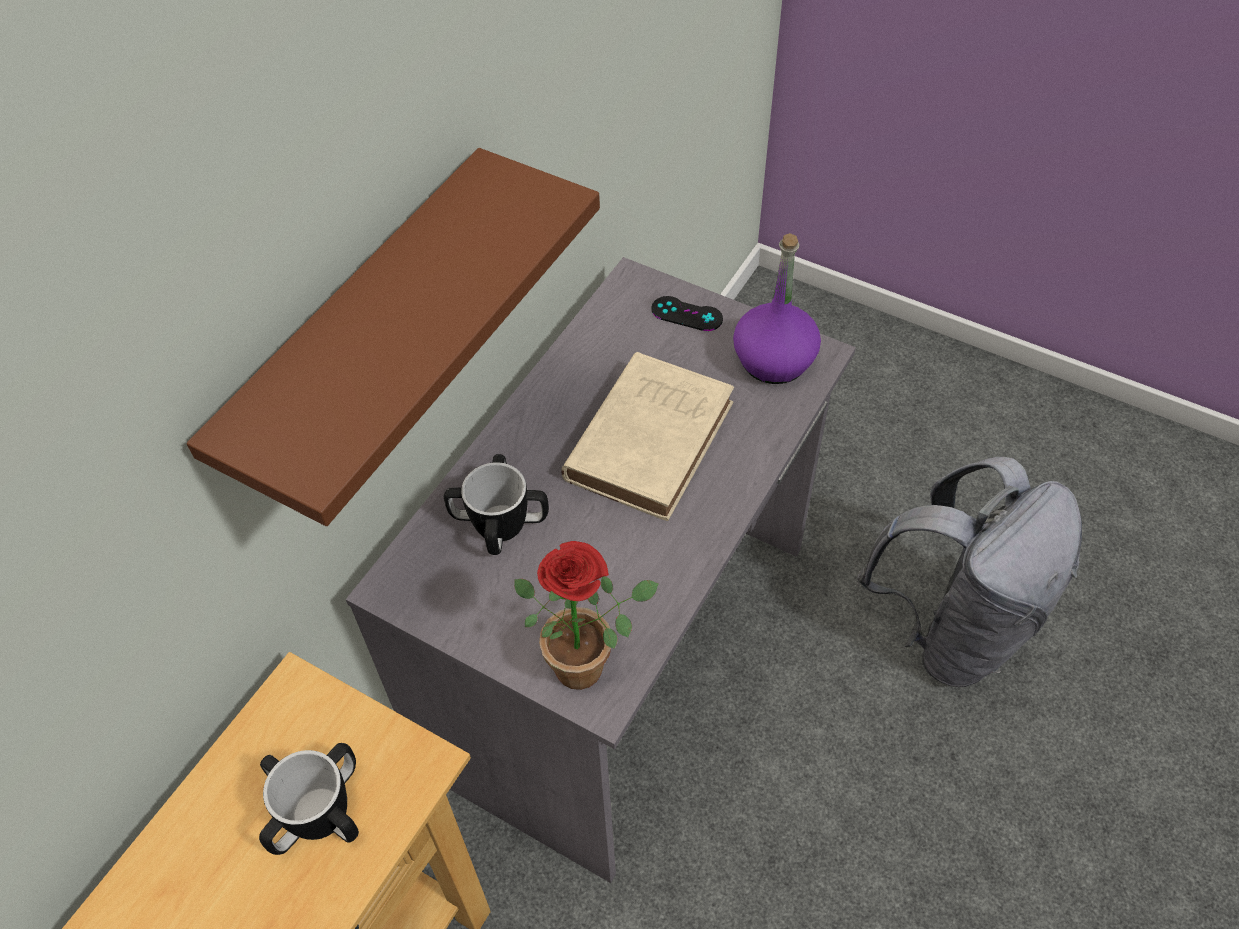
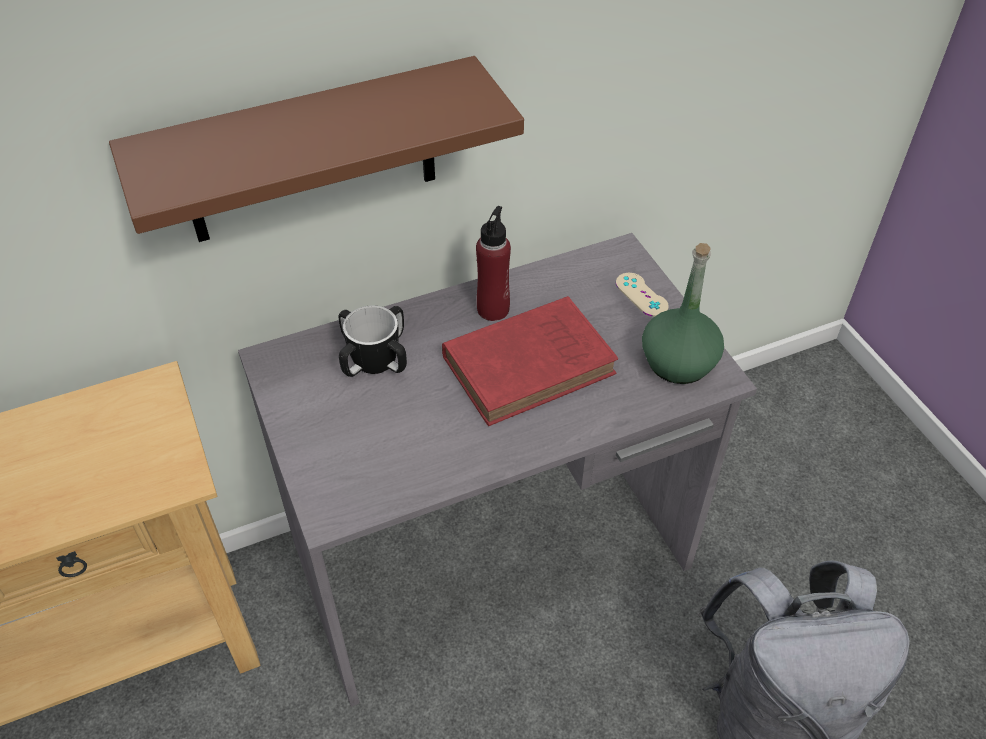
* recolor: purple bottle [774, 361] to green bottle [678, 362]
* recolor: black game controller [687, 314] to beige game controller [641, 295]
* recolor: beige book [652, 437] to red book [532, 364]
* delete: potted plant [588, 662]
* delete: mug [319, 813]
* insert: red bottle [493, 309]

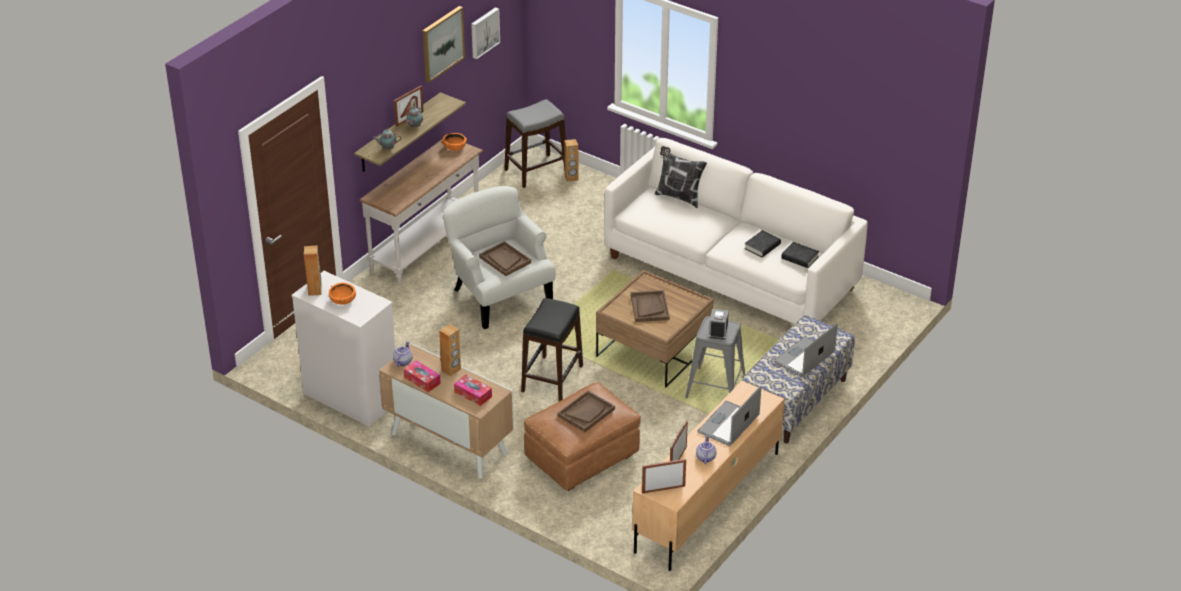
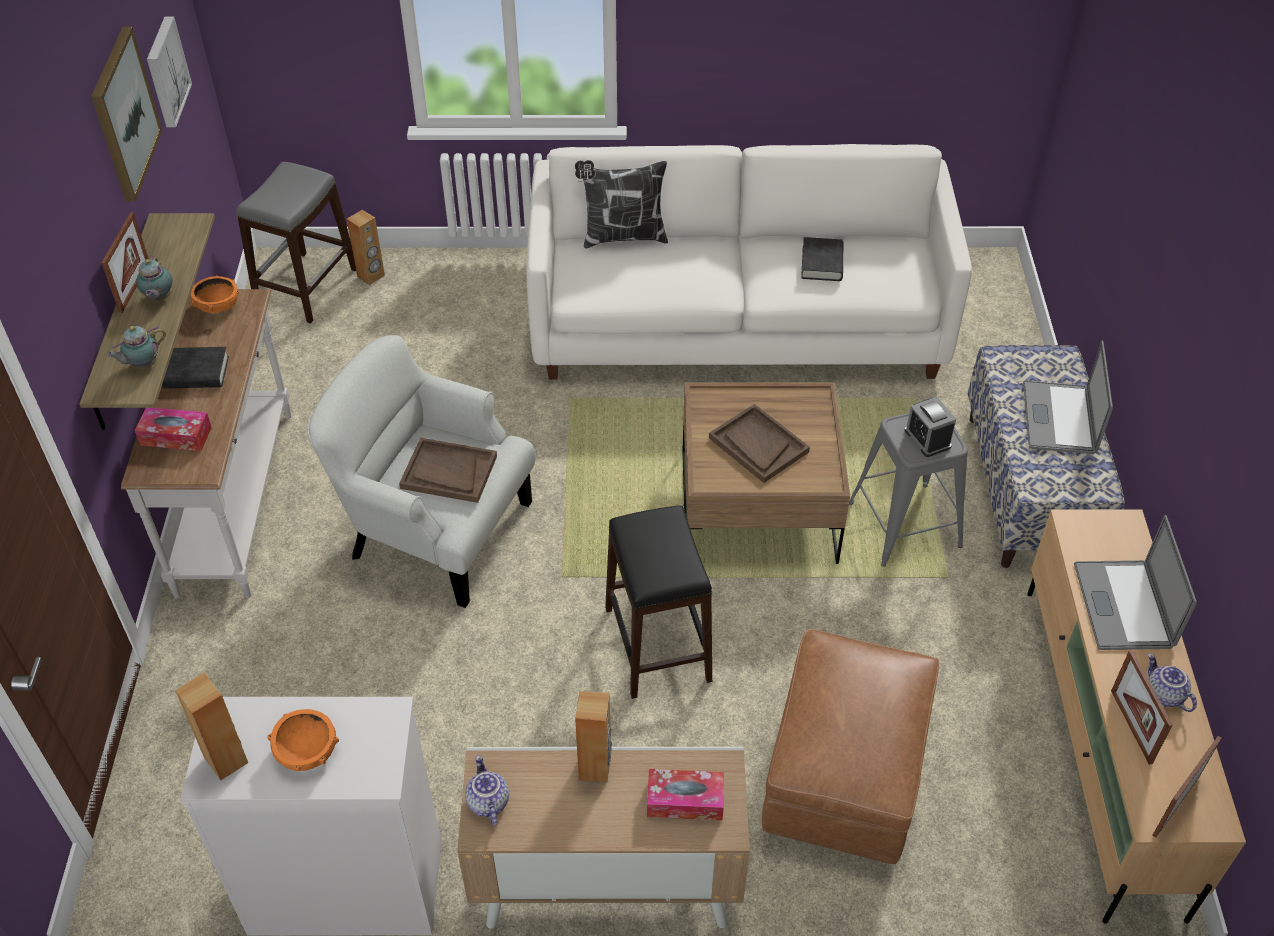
* move: black book [799, 258] to [196, 373]
* move: tissue box [422, 380] to [176, 436]
* delete: brown tray [586, 412]

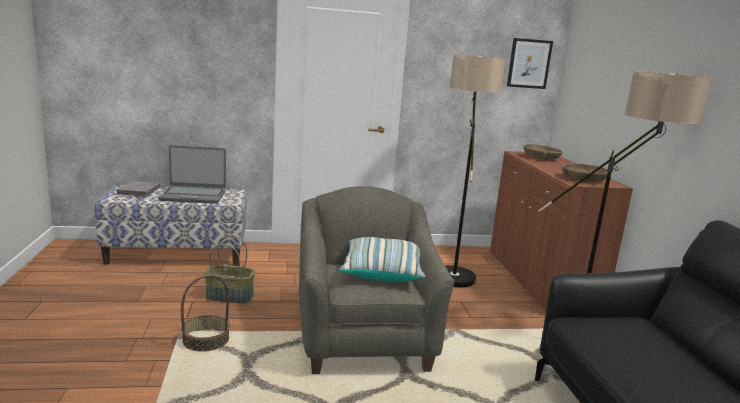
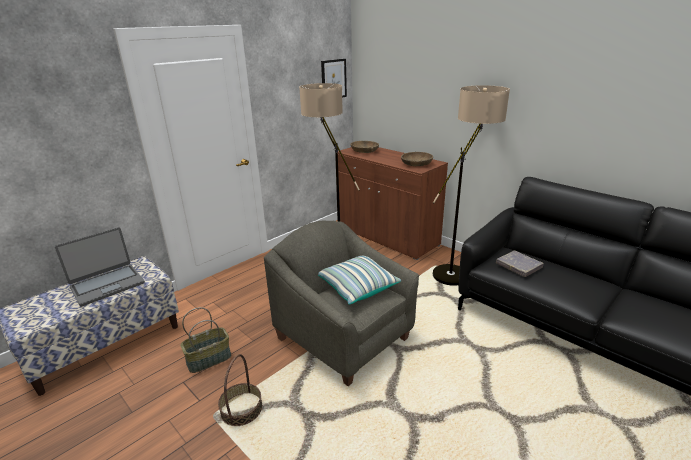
* move: grey book [139, 191] to [518, 266]

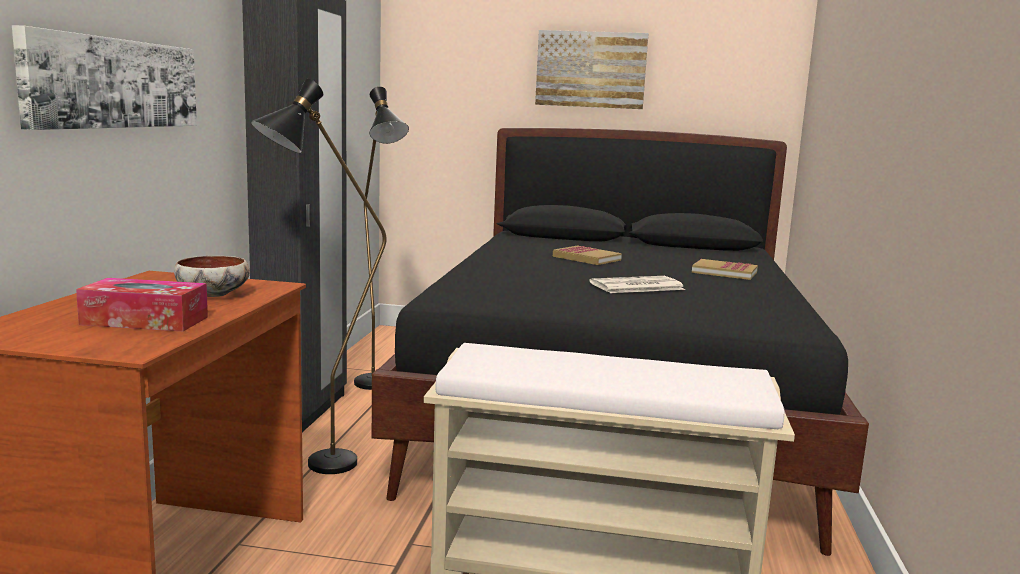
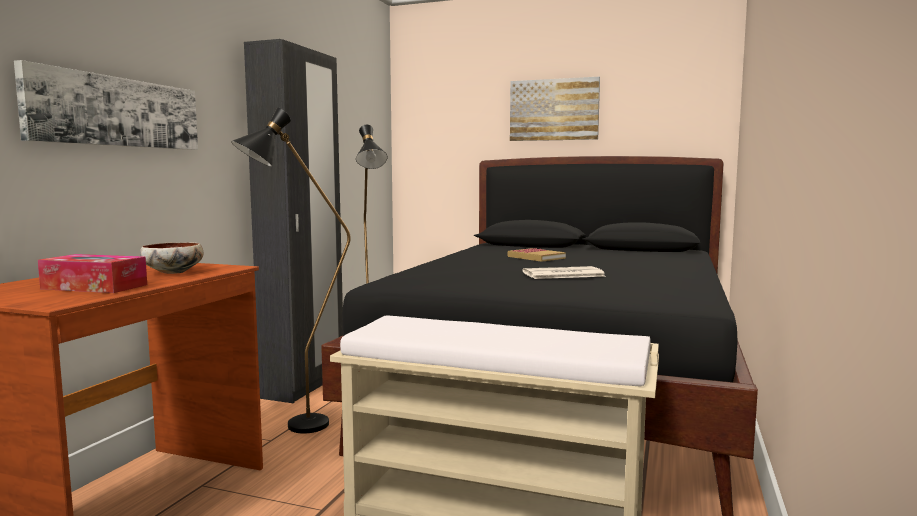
* delete: book [724, 272]

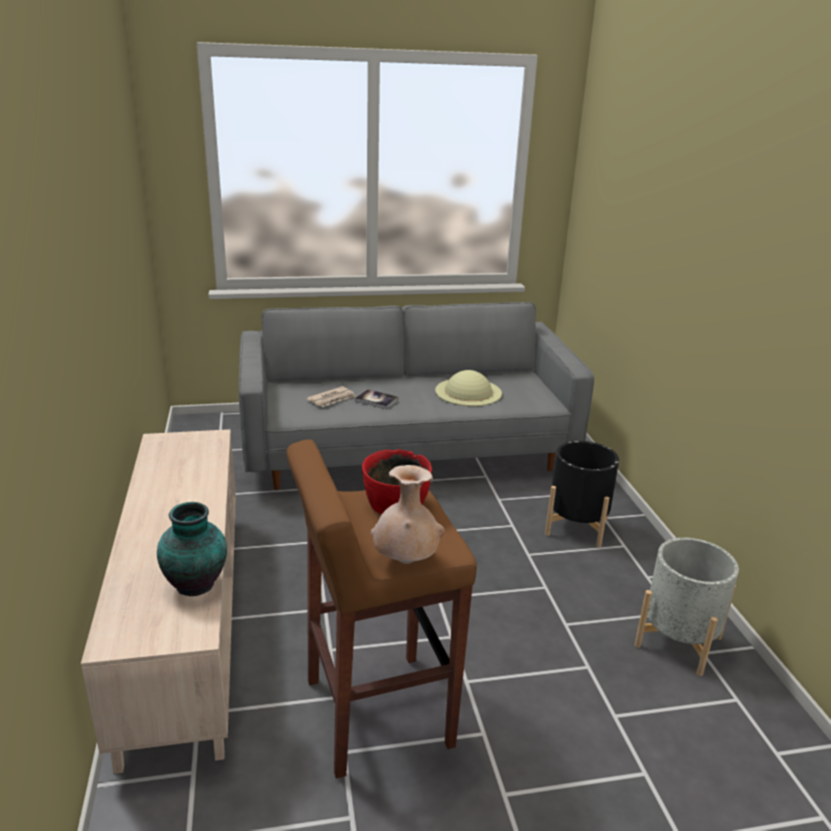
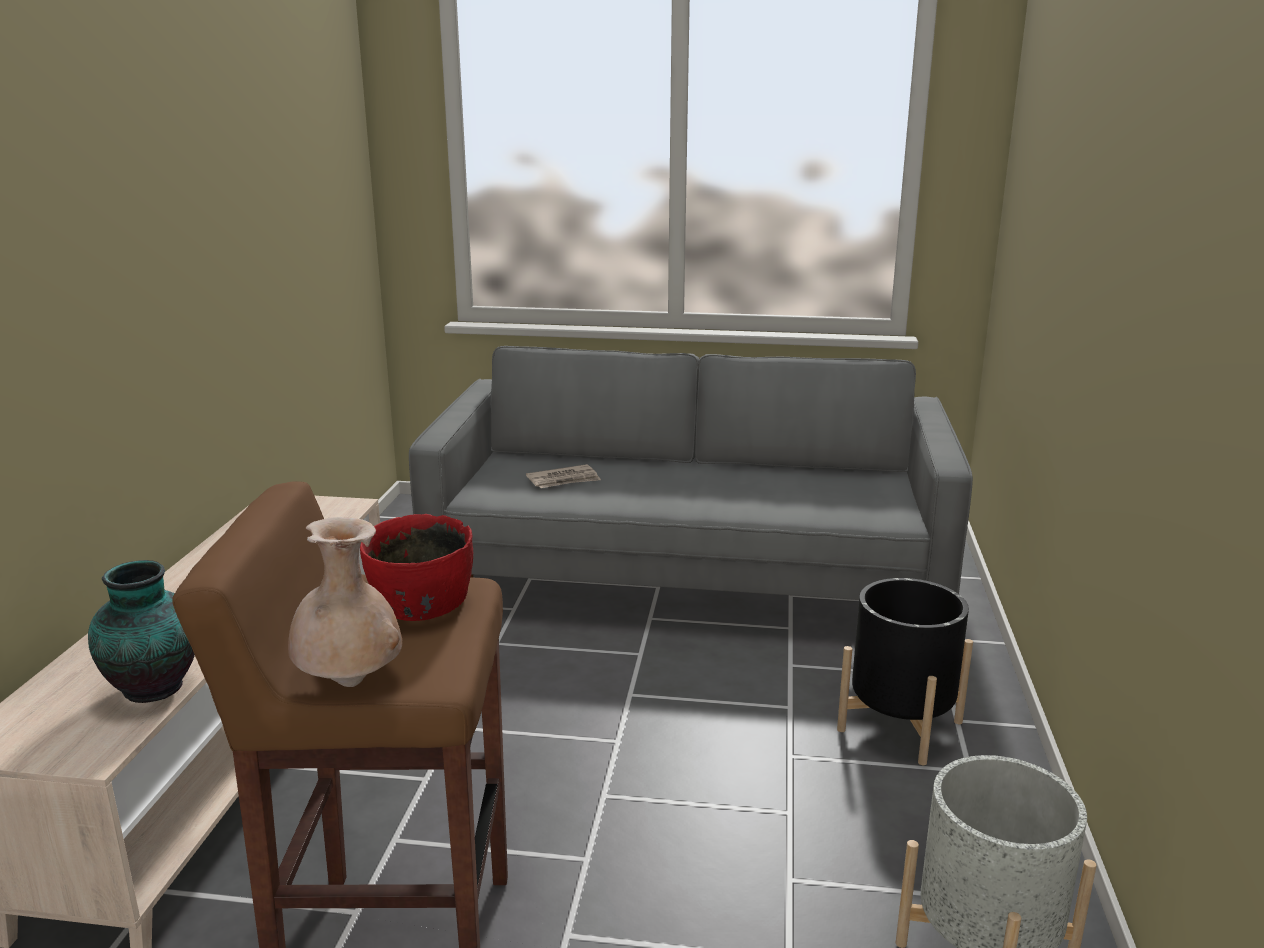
* delete: beige hat [468, 392]
* delete: book [376, 400]

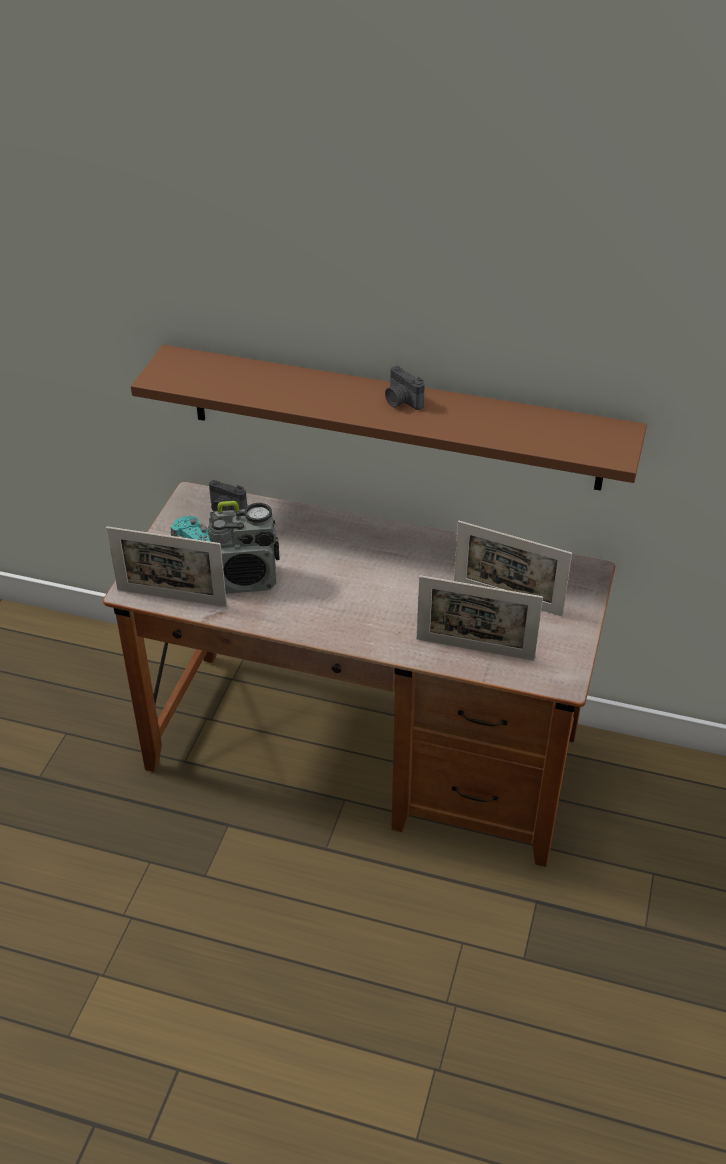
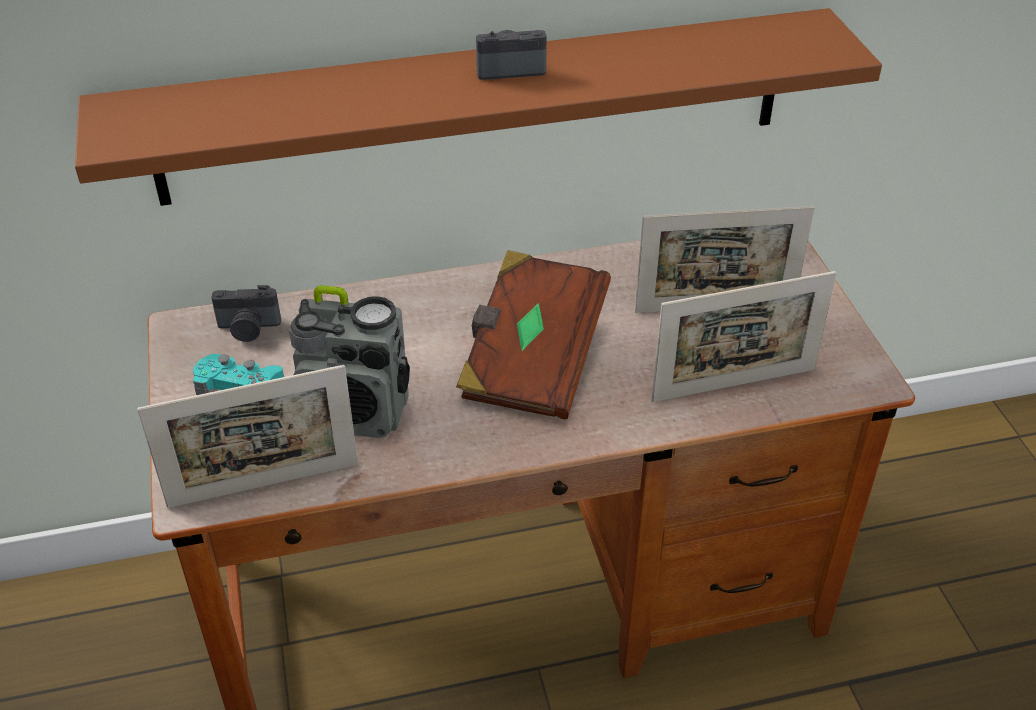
* rotate: photo camera [401, 401] = [509, 69] 150 degrees clockwise
* rotate: radio [247, 579] = [357, 413] 45 degrees clockwise
* insert: brown book [531, 360]

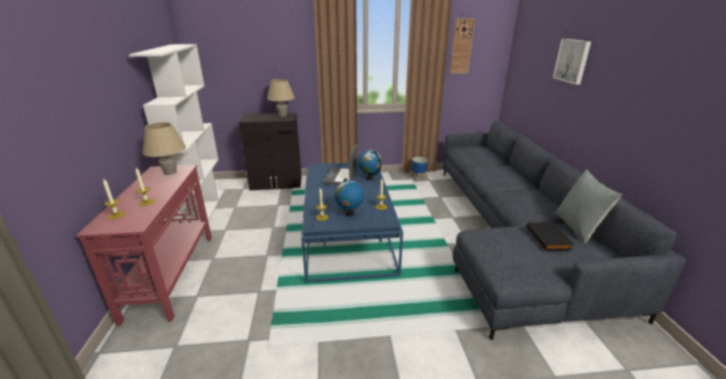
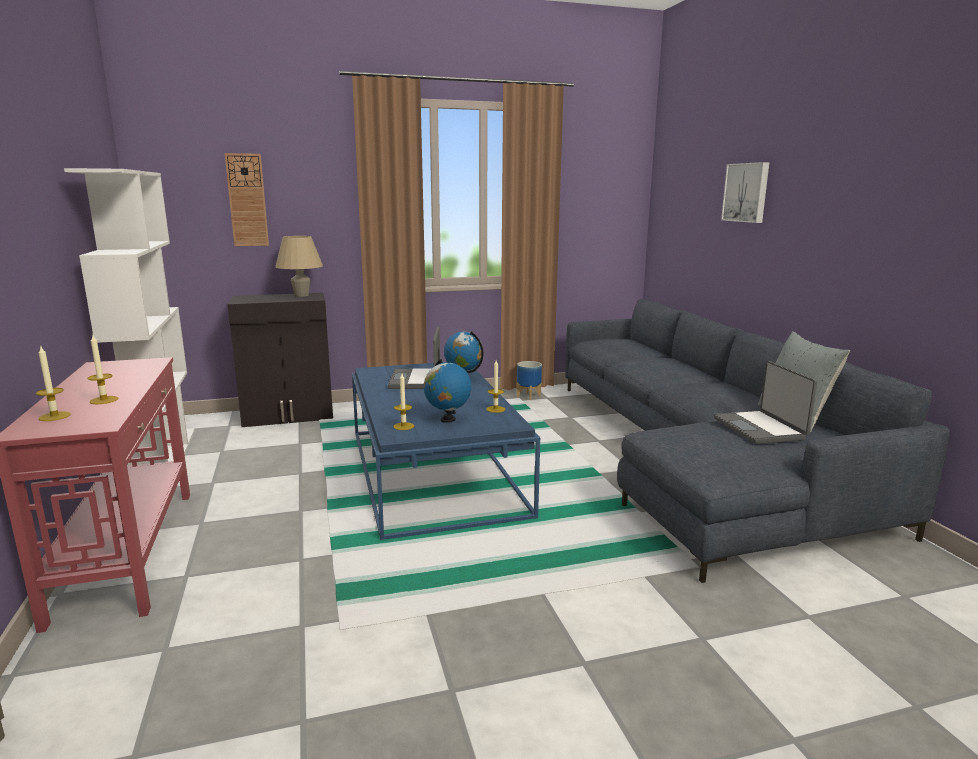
* move: wall clock [461, 46] to [247, 200]
* delete: beige table lamp [170, 172]
* replace: black book [549, 238] to laptop [760, 428]

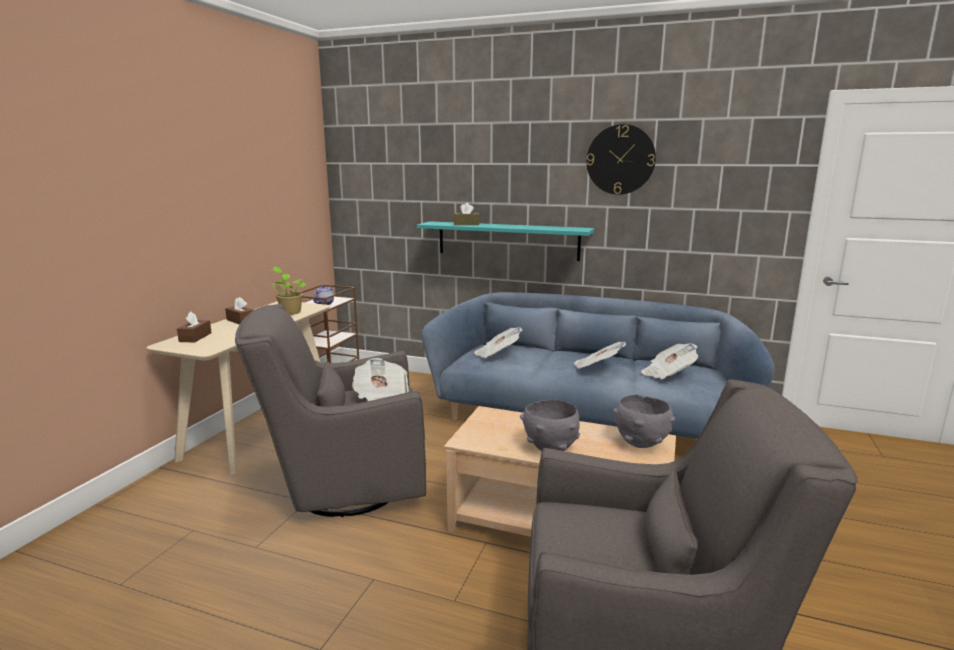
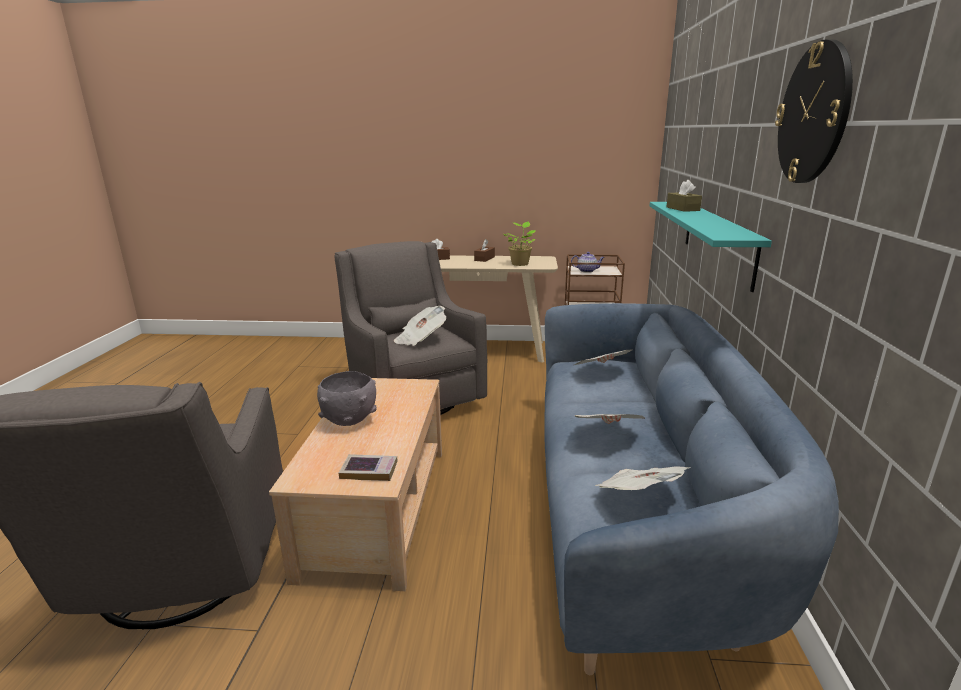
* replace: grey bowl [641, 443] to book [369, 471]

